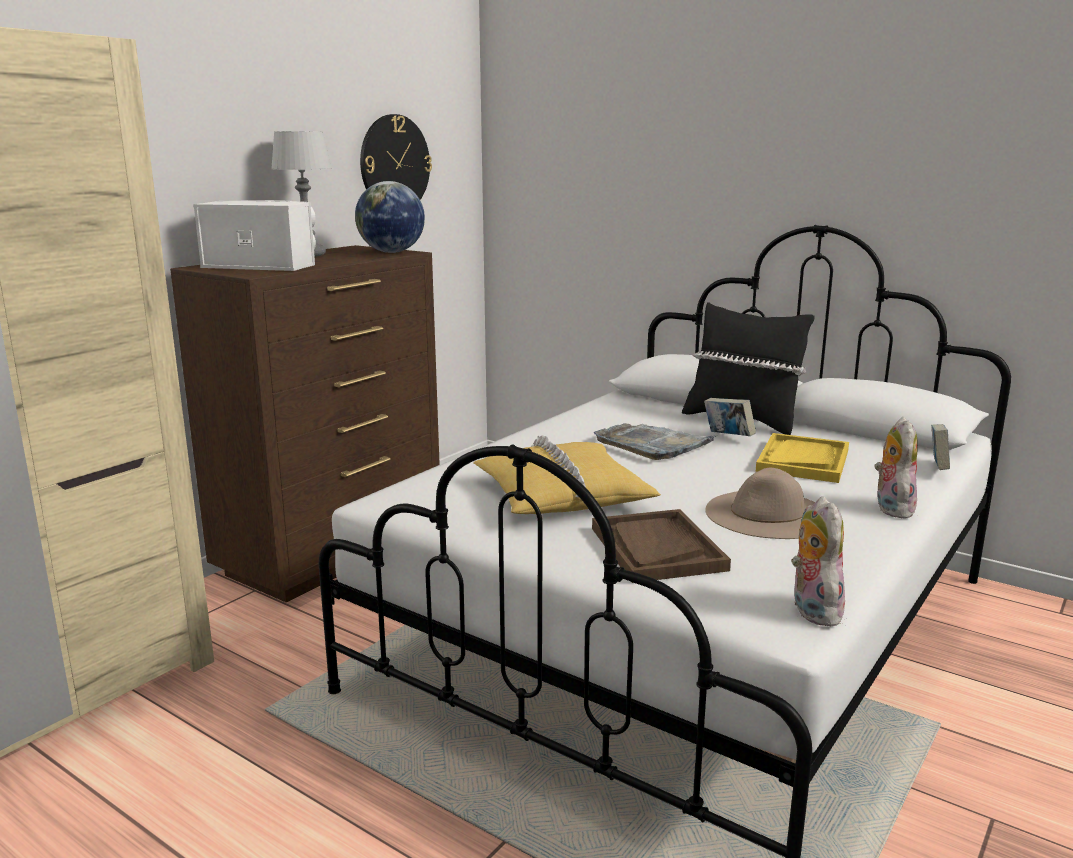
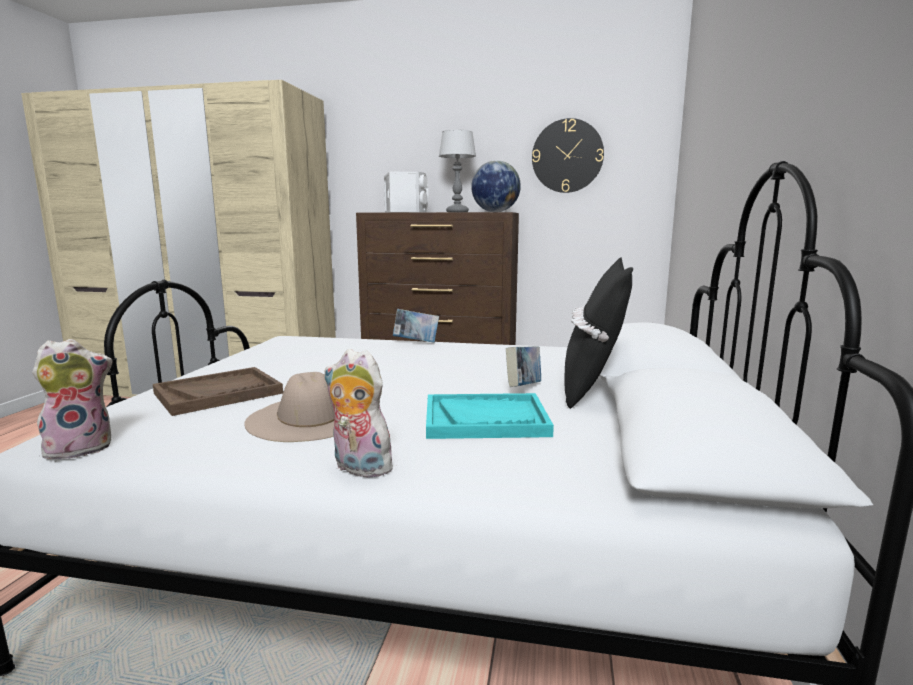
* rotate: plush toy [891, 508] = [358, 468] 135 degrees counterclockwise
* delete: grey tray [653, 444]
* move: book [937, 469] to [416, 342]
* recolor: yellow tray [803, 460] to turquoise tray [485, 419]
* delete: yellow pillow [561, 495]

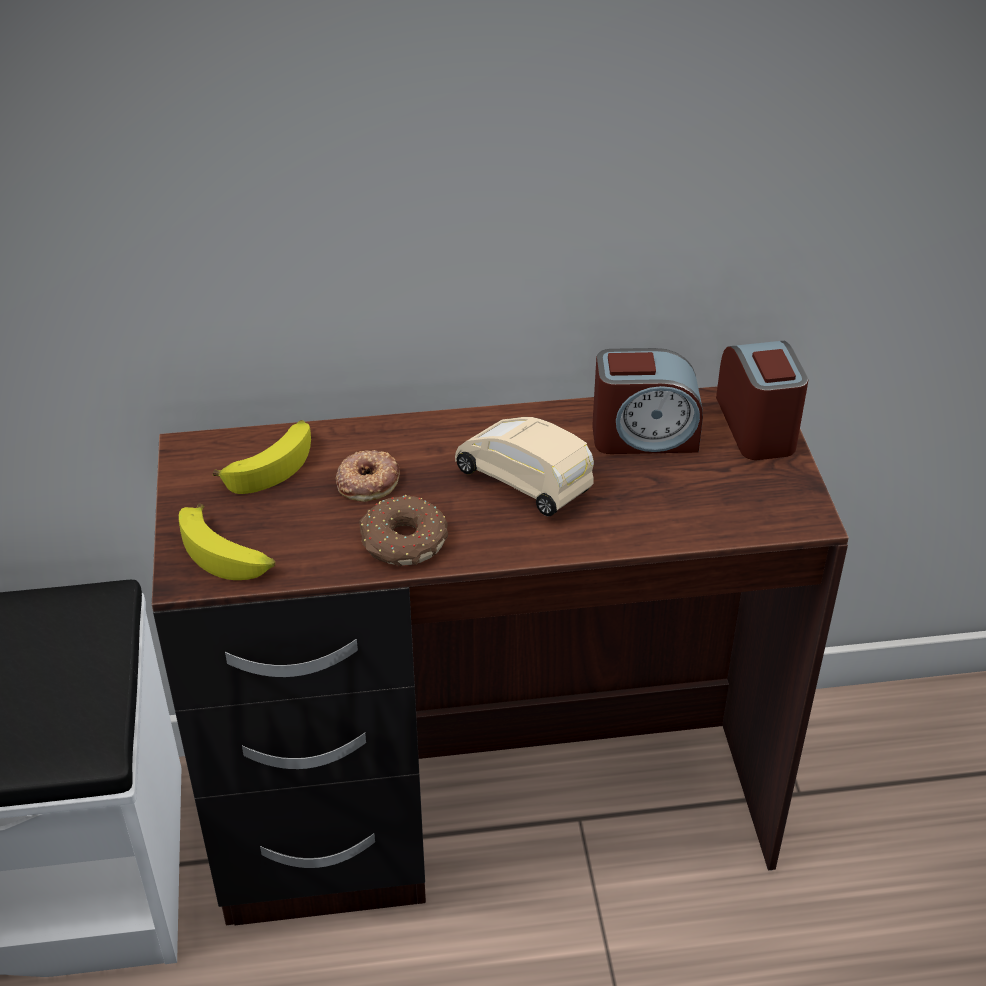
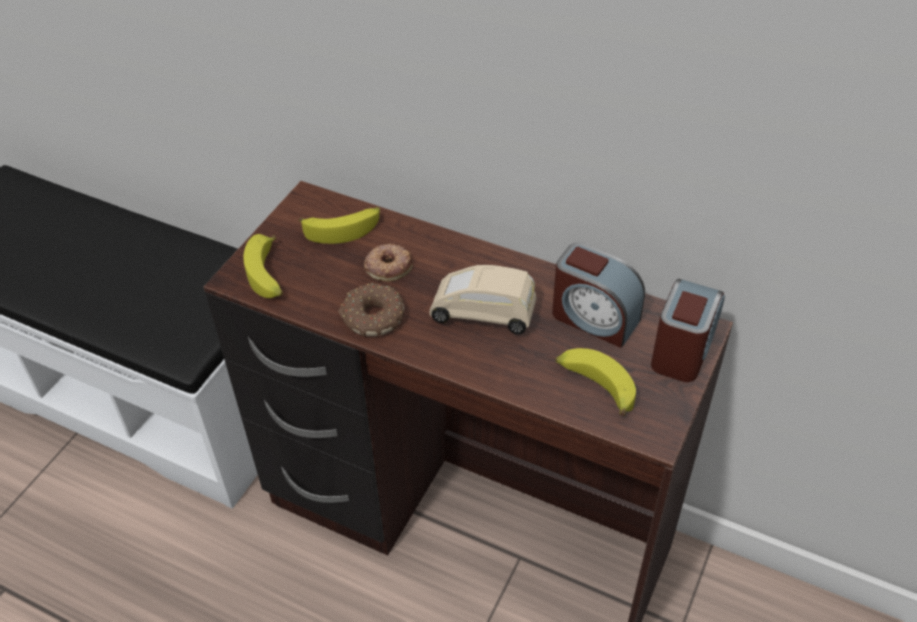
* rotate: beige toy car [525, 483] = [484, 314] 60 degrees counterclockwise
* insert: banana [594, 386]

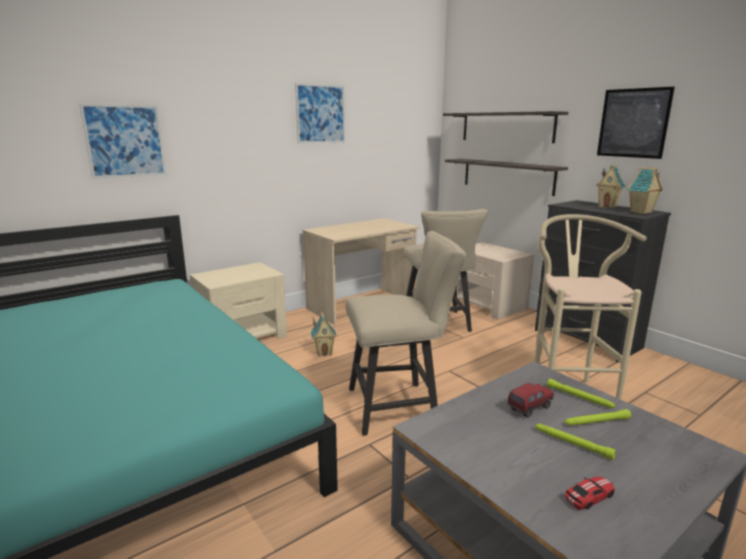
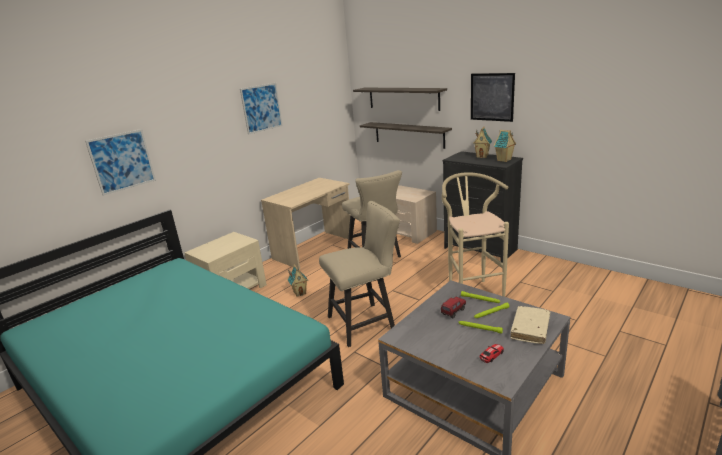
* insert: beige book [530, 329]

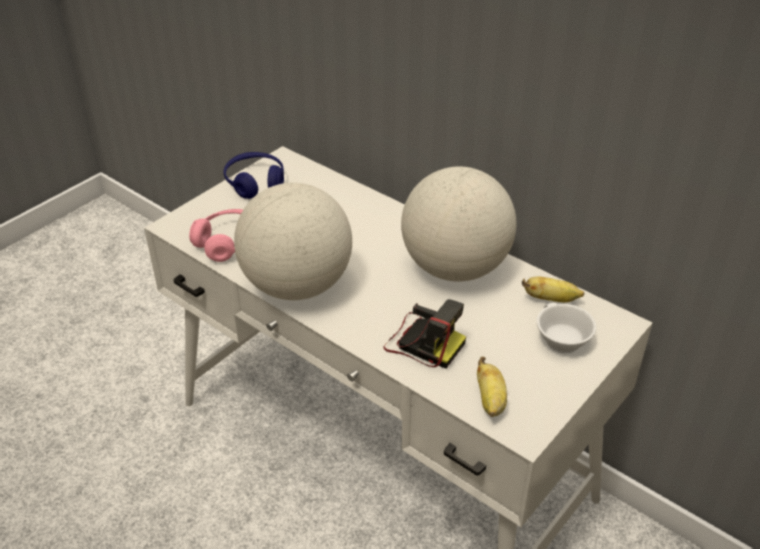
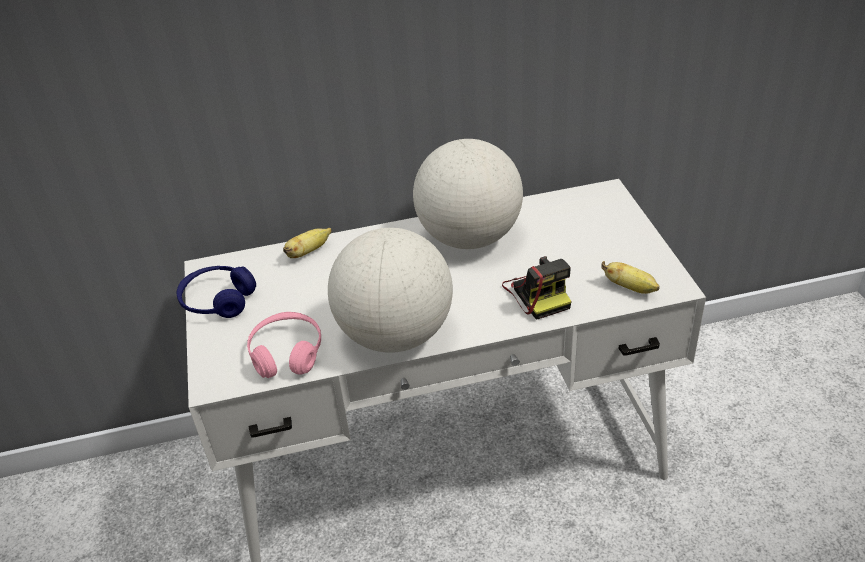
* move: banana [551, 299] to [308, 252]
* rotate: photo camera [423, 342] = [538, 293] 90 degrees clockwise
* delete: white cup [559, 340]

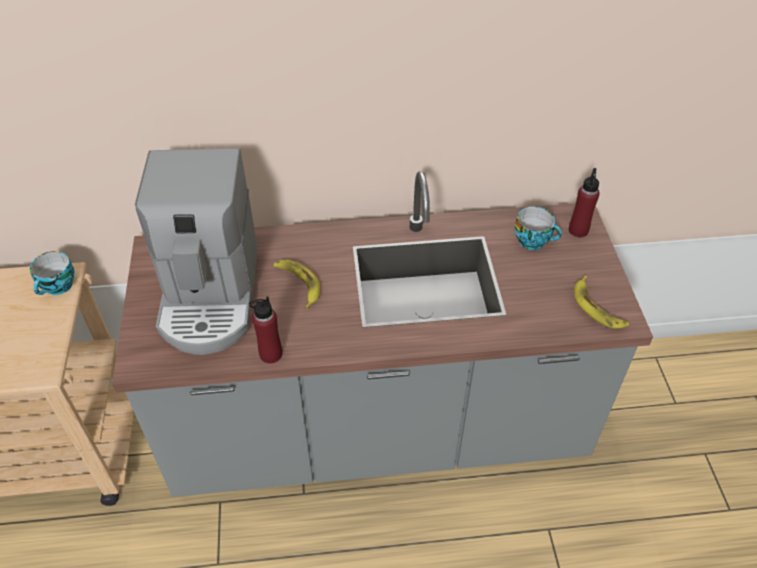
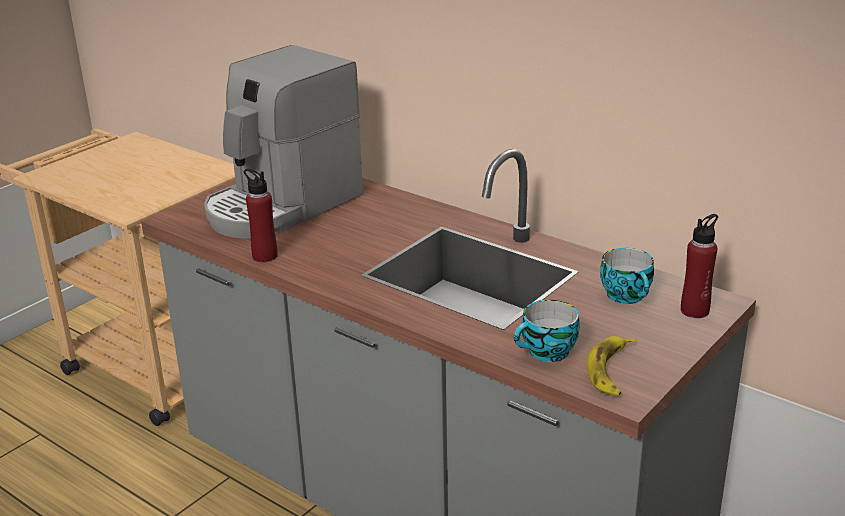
* move: cup [58, 287] to [547, 353]
* delete: banana [298, 283]

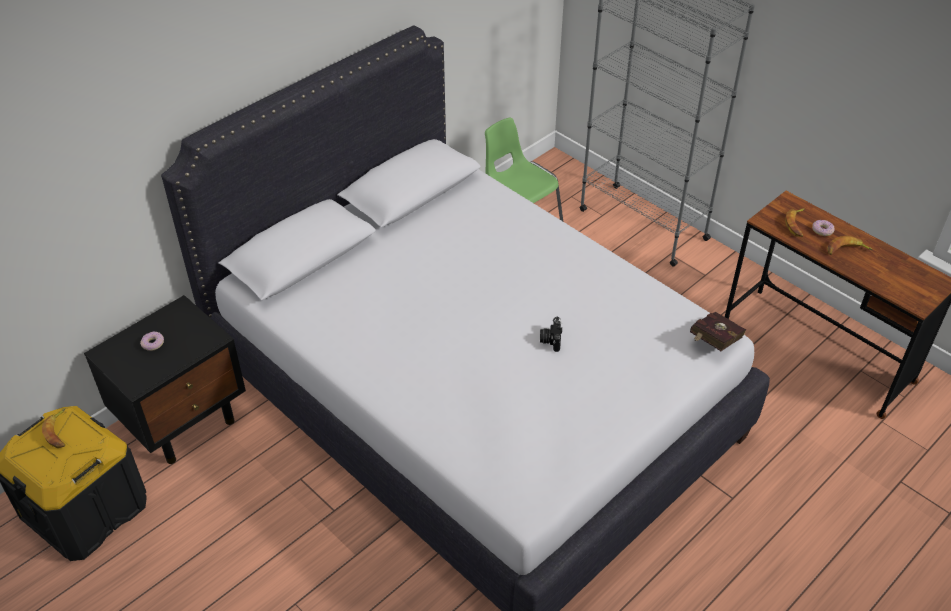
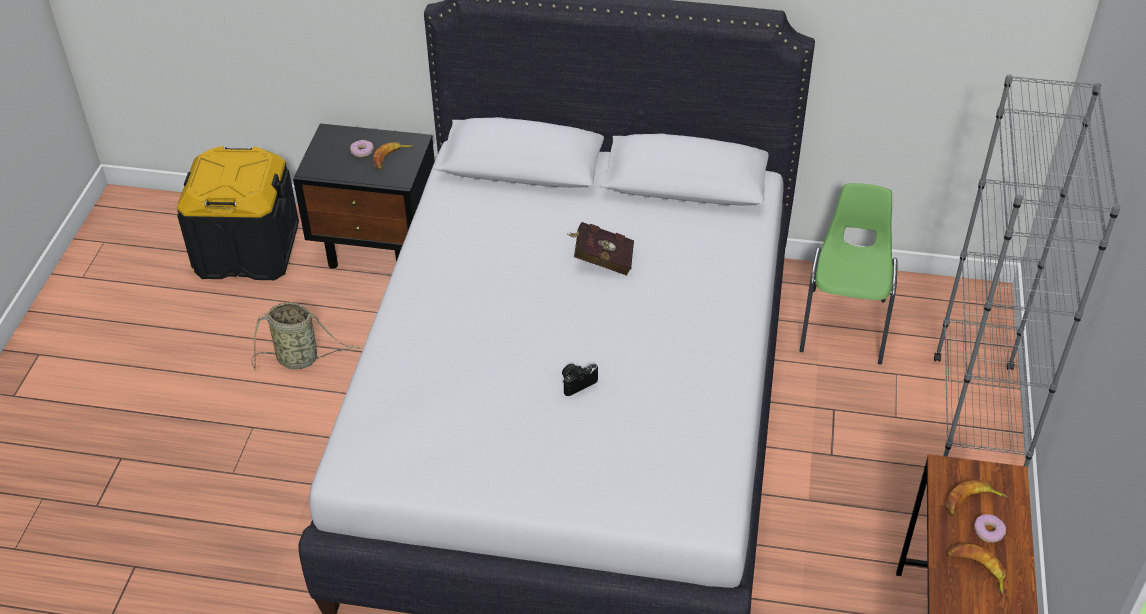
* move: red book [713, 342] to [601, 260]
* move: banana [58, 432] to [390, 158]
* insert: basket [301, 359]

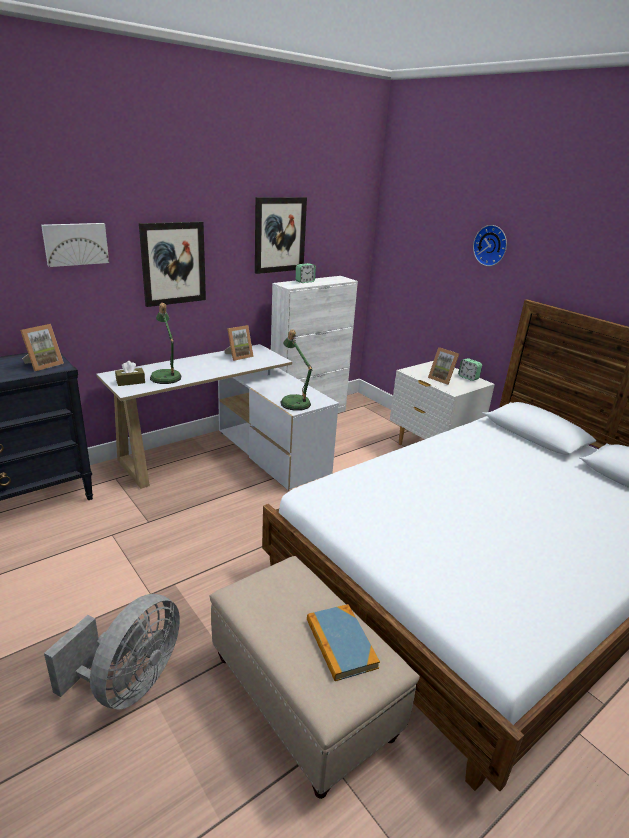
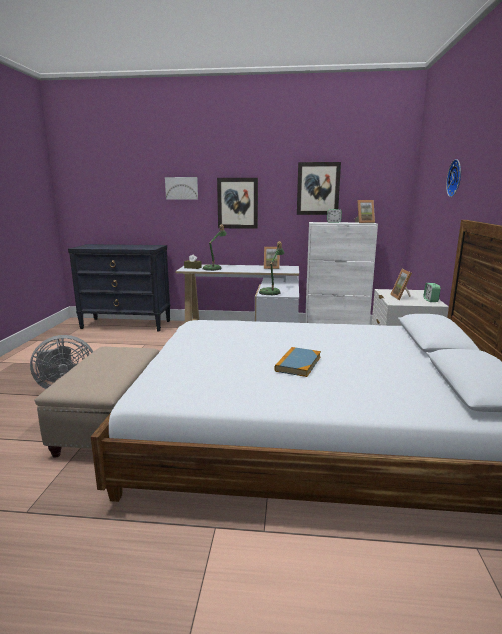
* move: picture frame [43, 365] to [364, 222]
* move: book [341, 643] to [298, 364]

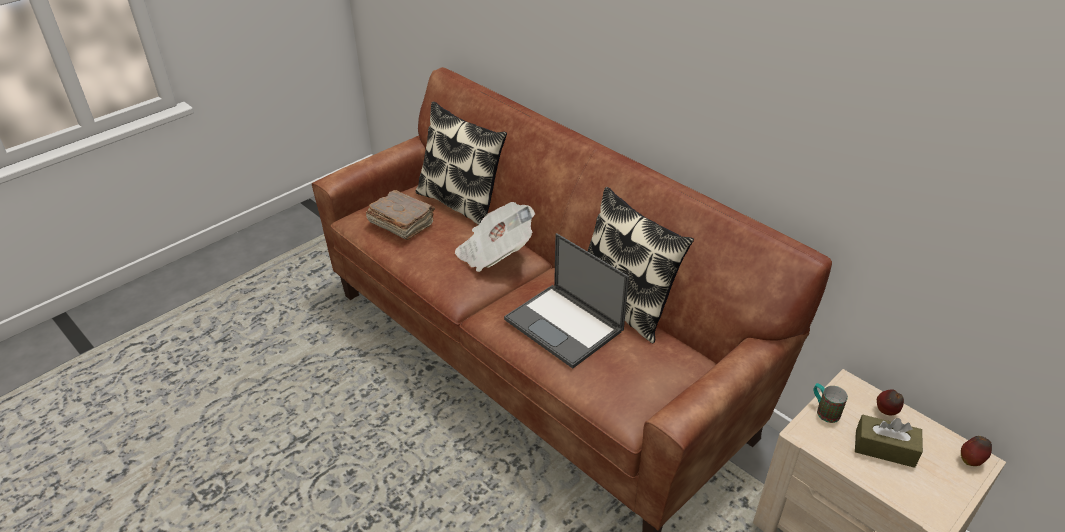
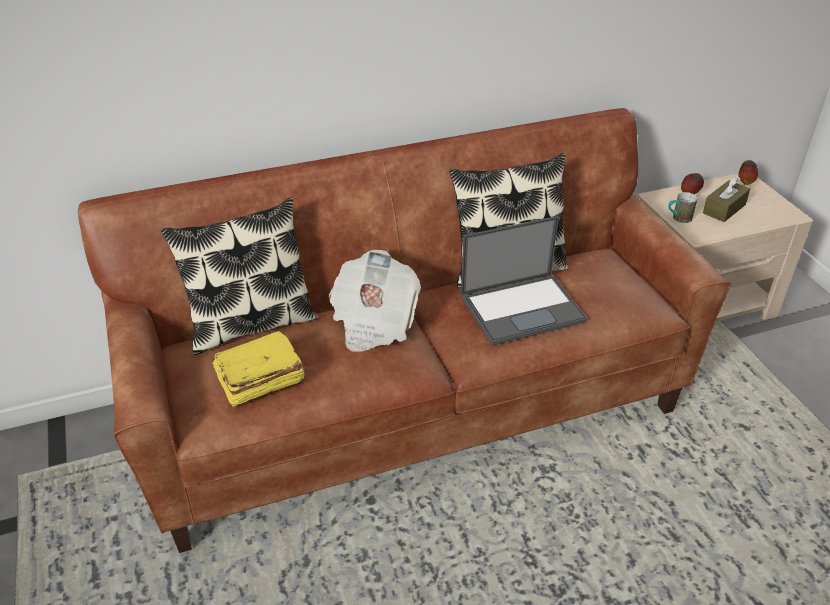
* recolor: brown book [401, 224] to yellow book [259, 380]

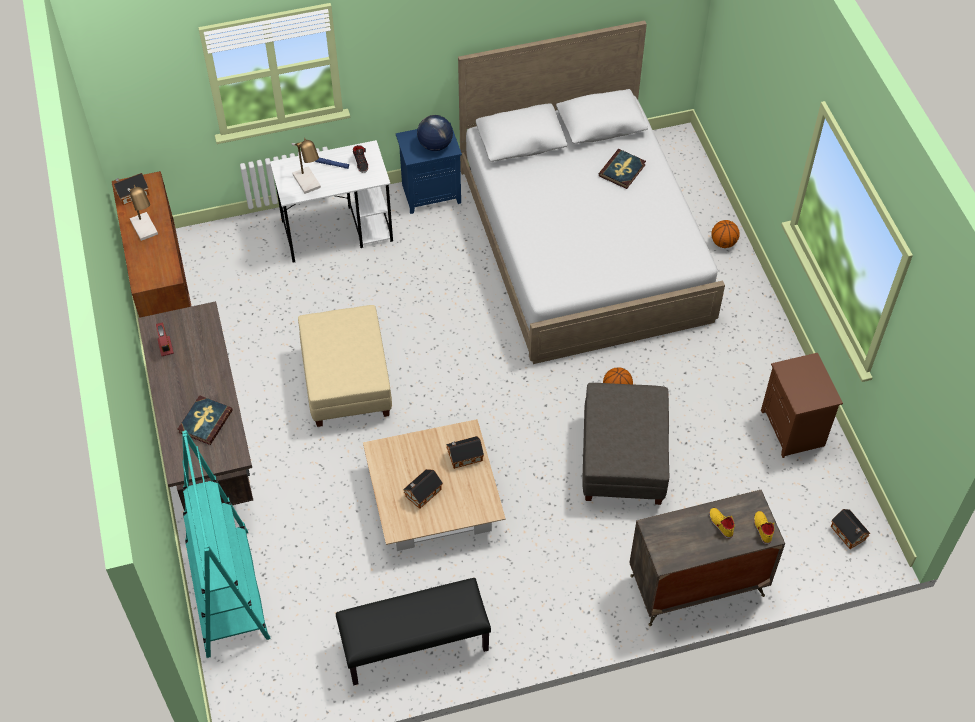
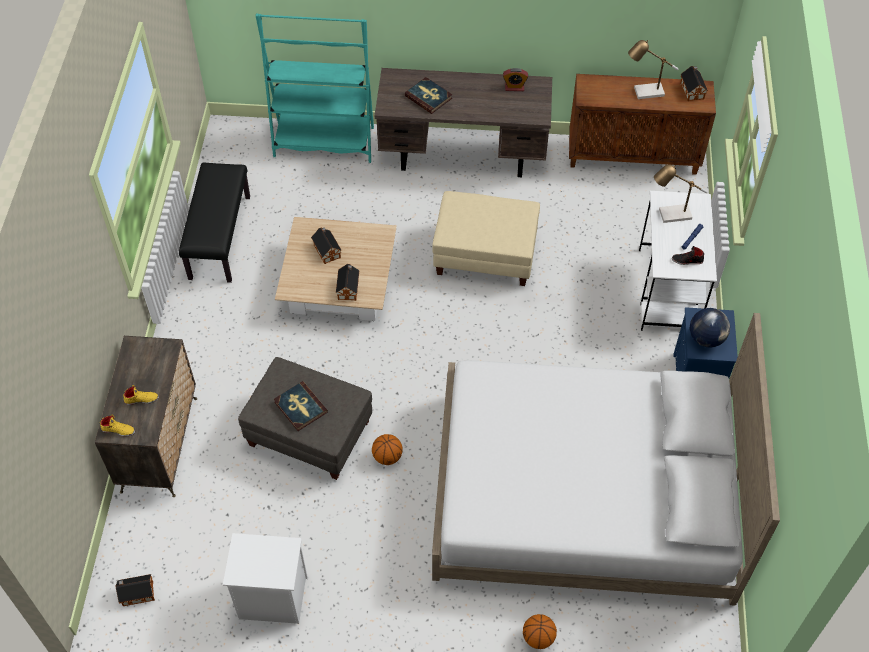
* move: book [622, 170] to [300, 407]
* recolor: brown nightstand [794, 429] to white nightstand [271, 598]

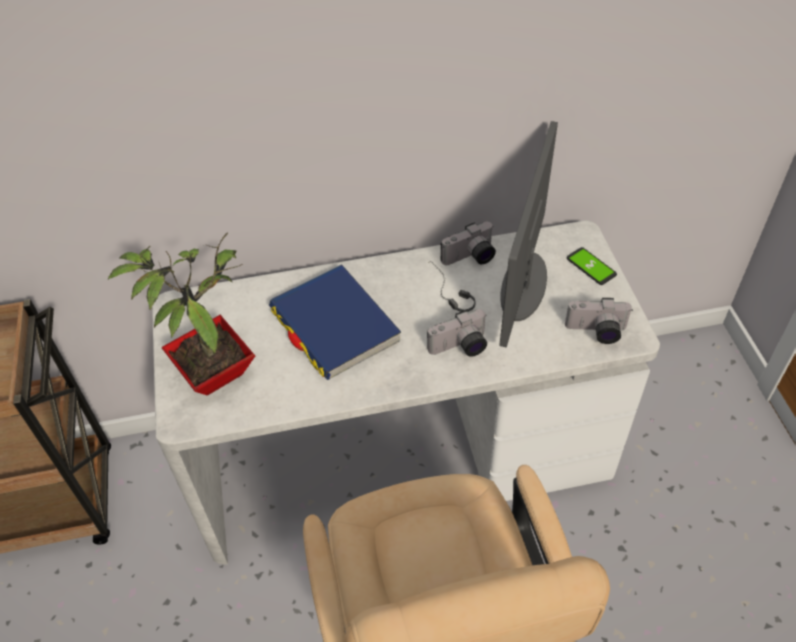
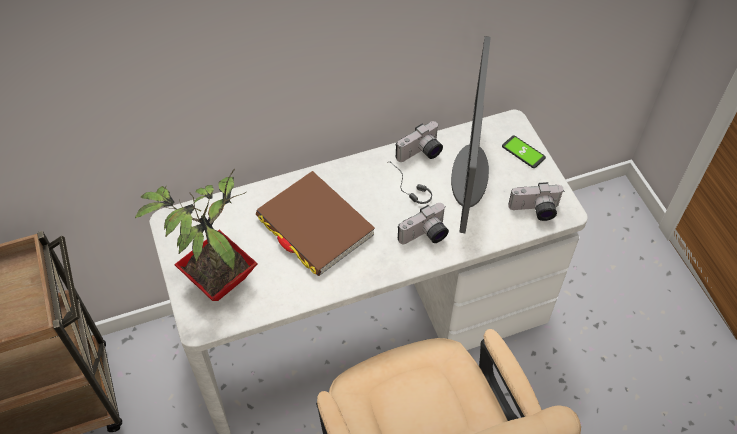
* recolor: blue book [334, 325] to brown book [315, 226]

